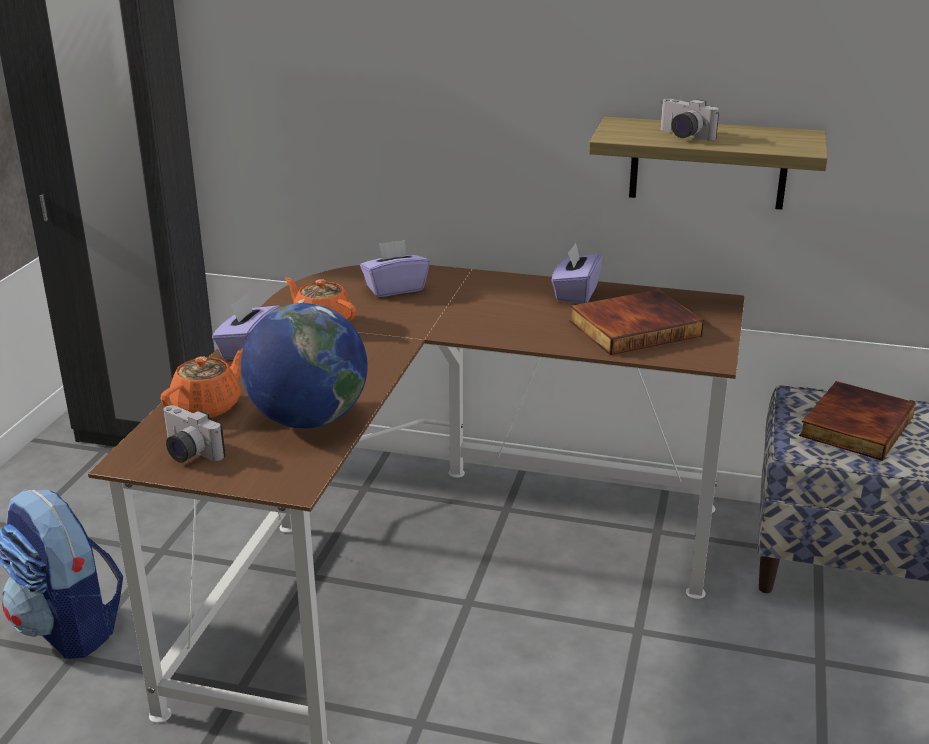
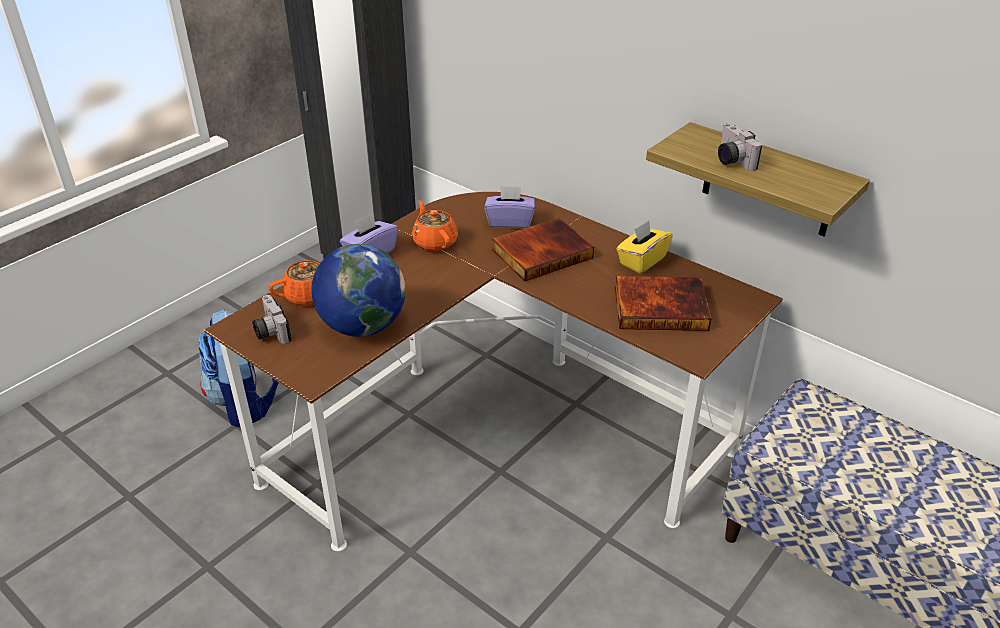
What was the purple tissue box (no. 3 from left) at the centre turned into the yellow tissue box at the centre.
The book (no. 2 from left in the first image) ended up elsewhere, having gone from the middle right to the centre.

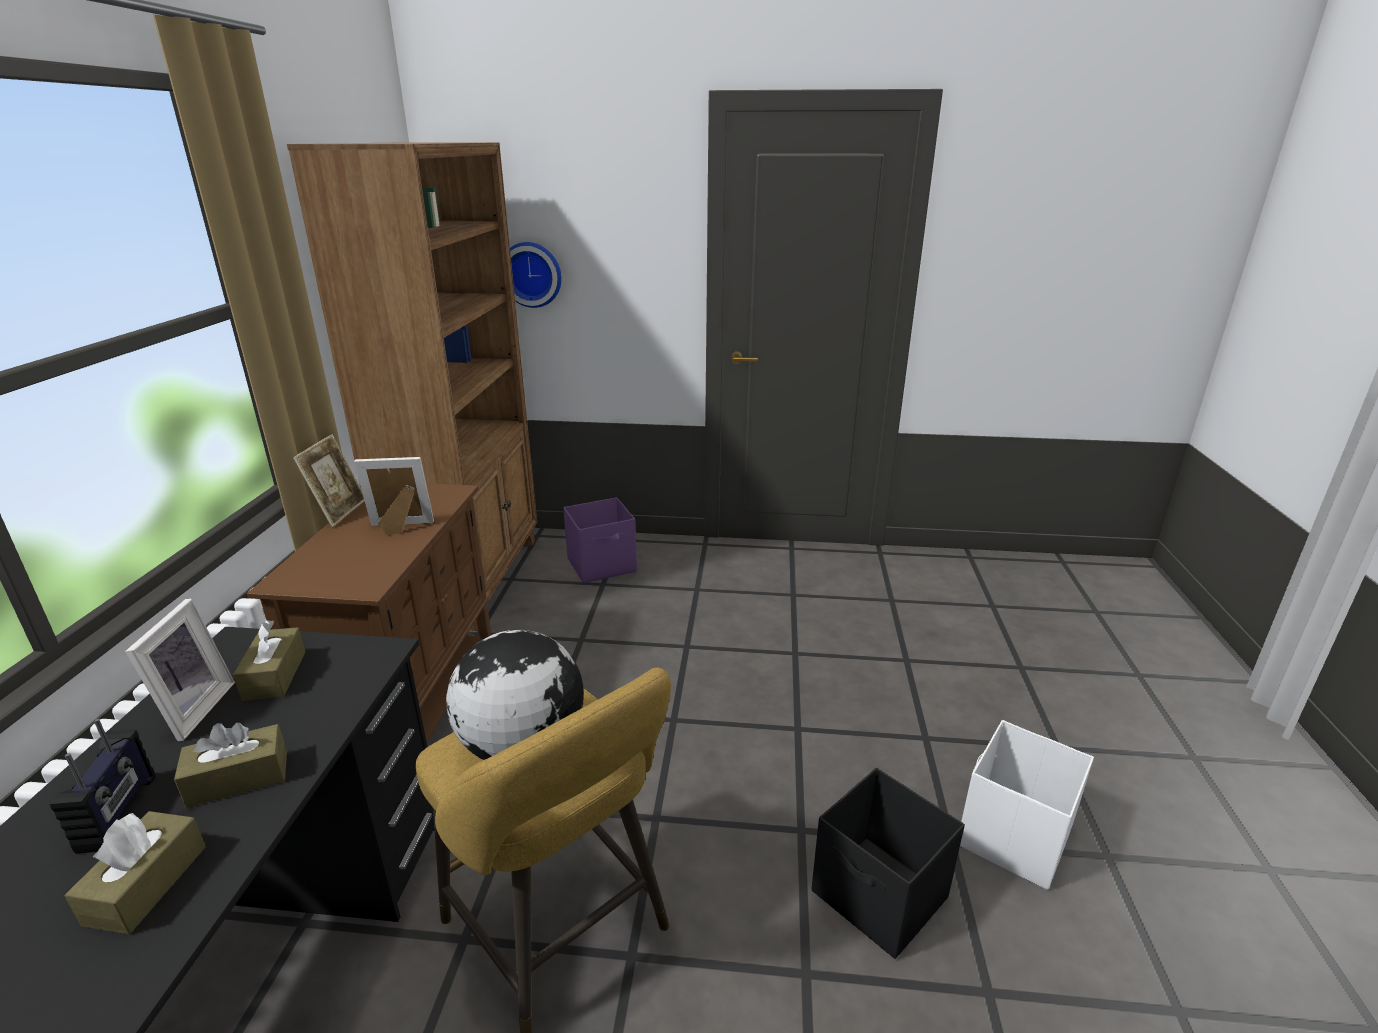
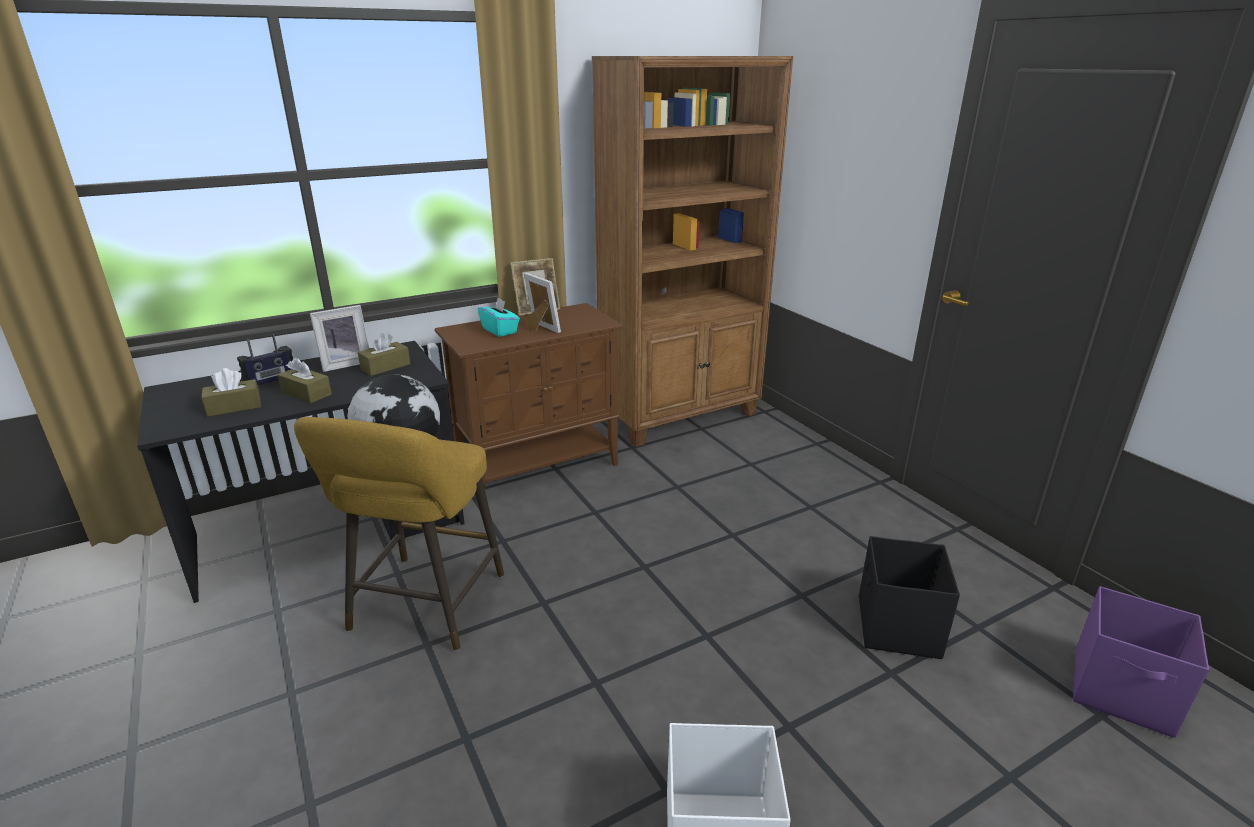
The second view lost the wall clock at the top centre.
The purple storage box ended up elsewhere, having gone from the centre to the bottom right.
The black storage box ended up elsewhere, having gone from the bottom centre to the bottom right.
The second view gained the turquoise tissue box at the centre.

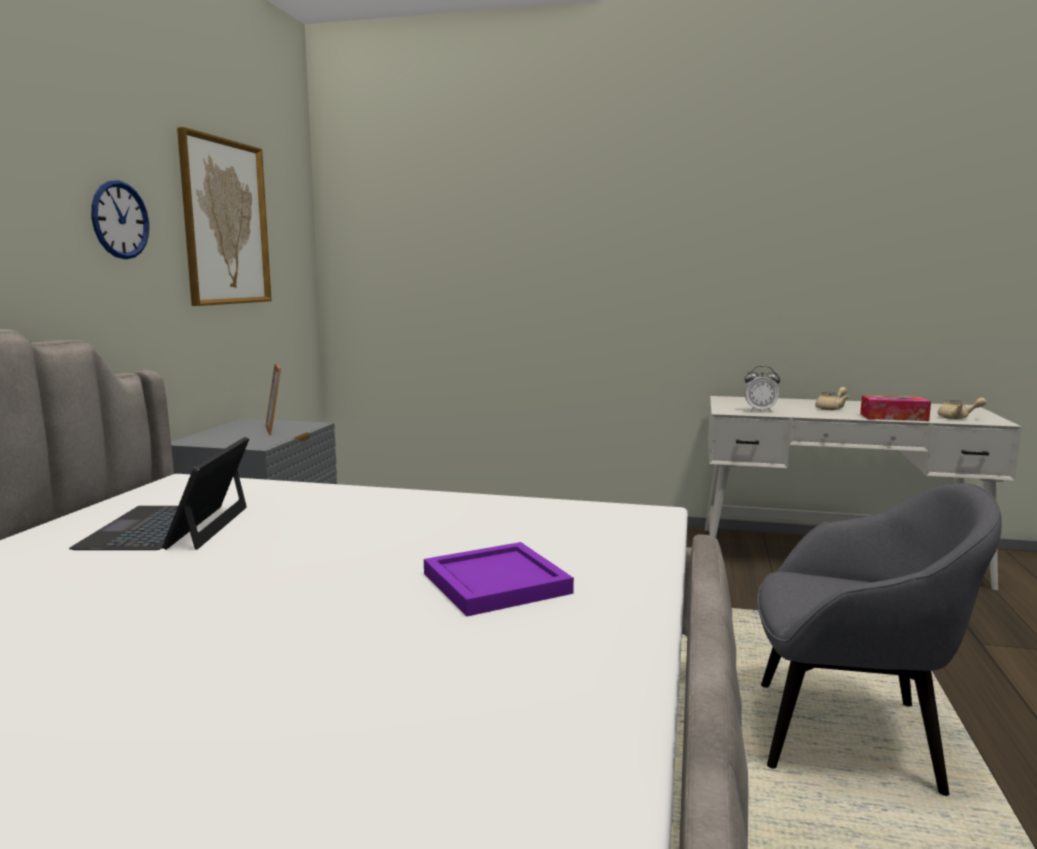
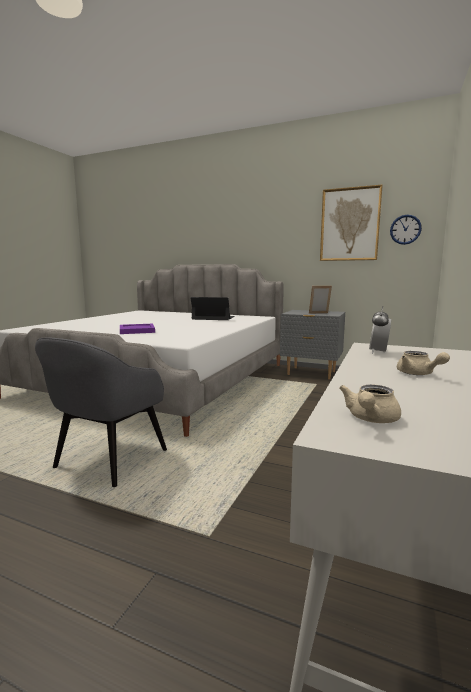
The wall clock ended up elsewhere, having gone from the top left to the top right.
The second view lost the tissue box at the middle right.

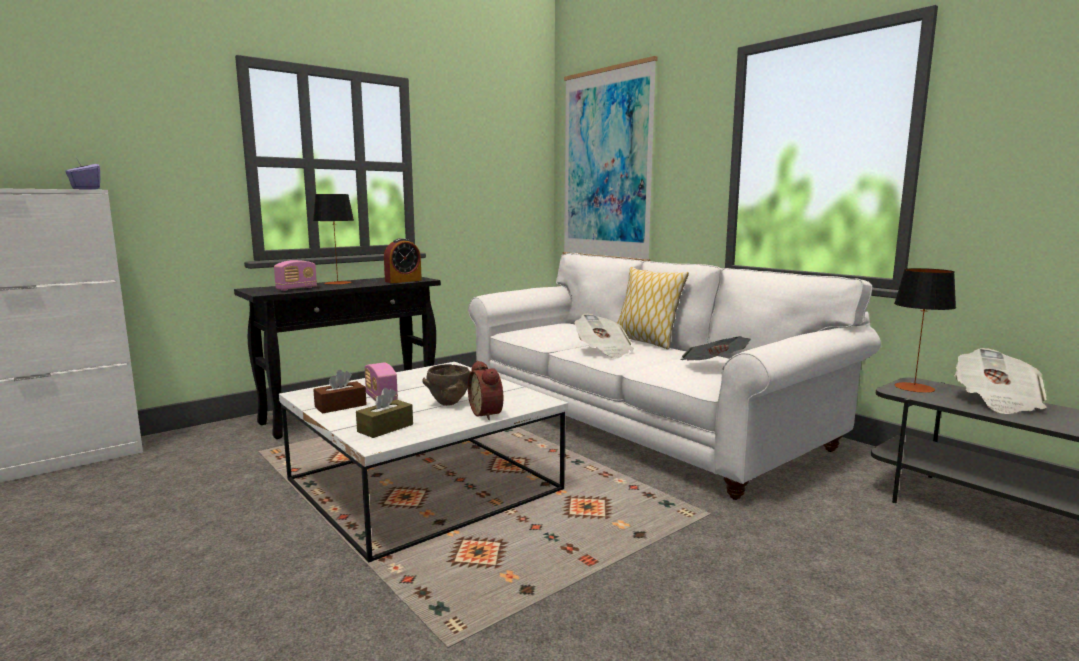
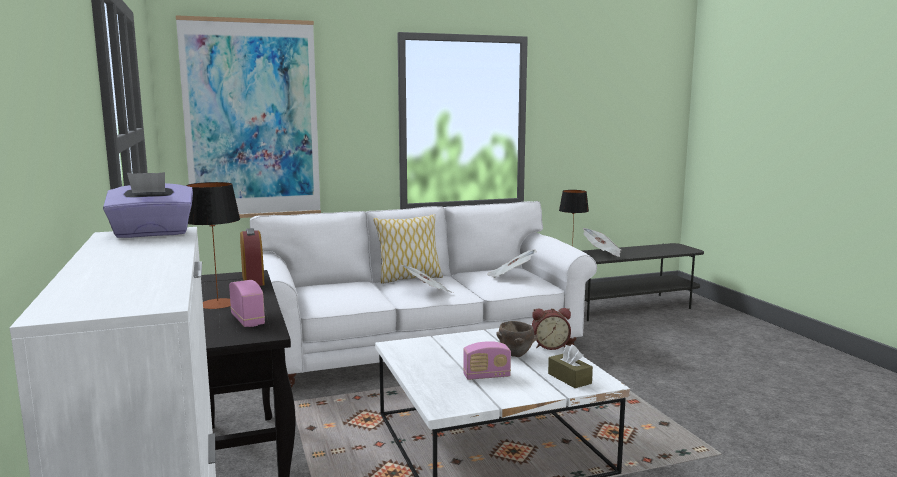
The second view lost the brown tissue box (no. 1 from left) at the middle left.

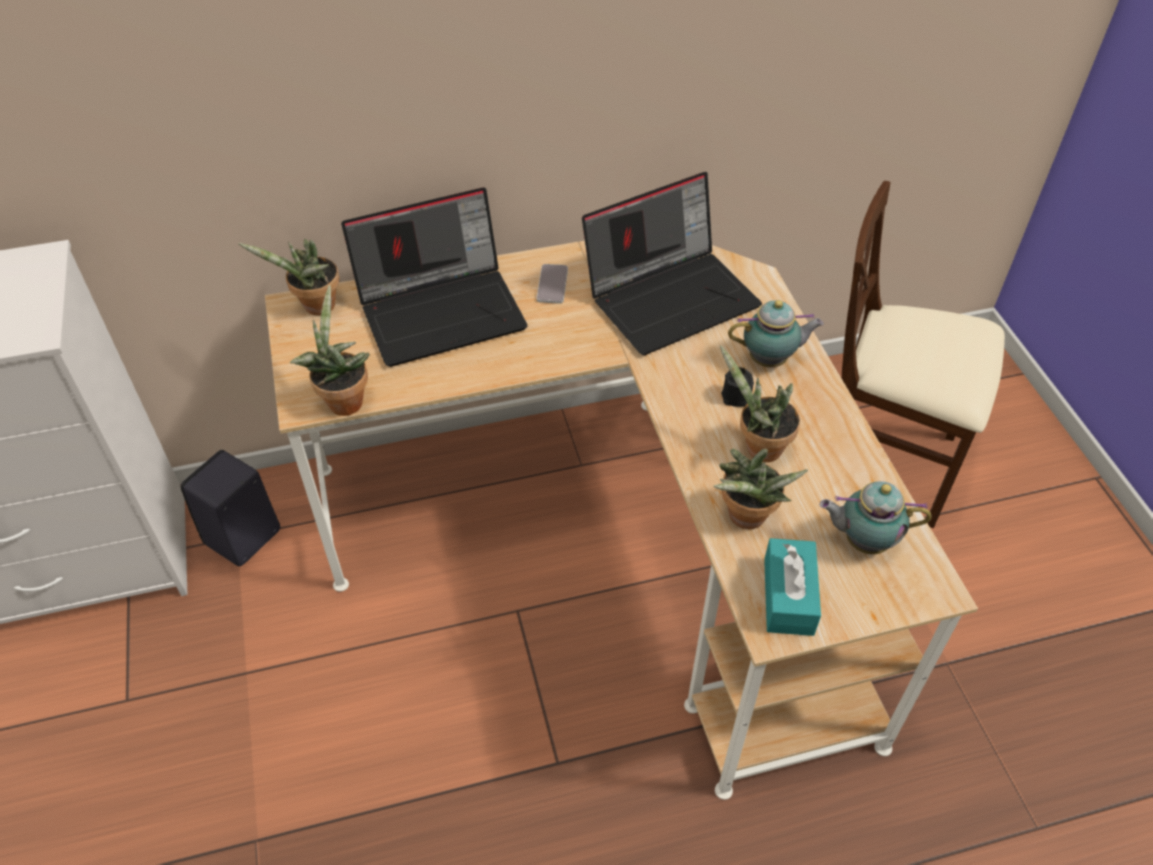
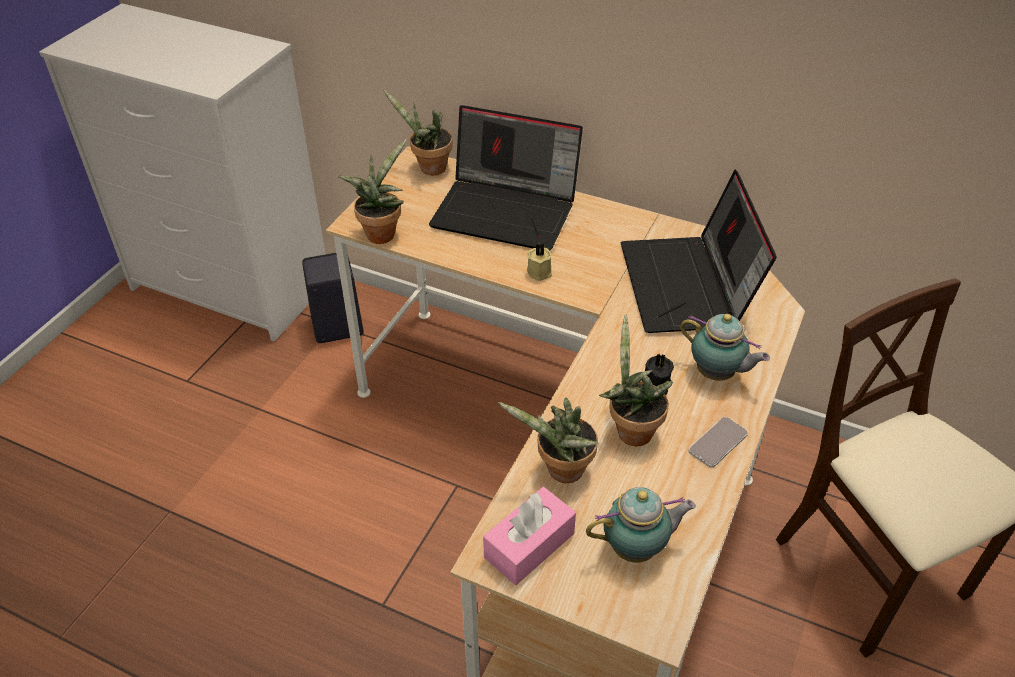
The phone ended up elsewhere, having gone from the top centre to the middle right.
The laptop (no. 2 from left) at the top centre ended up facing another way, 75 degrees clockwise from before.
What was the turquoise tissue box at the bottom right turned into the pink tissue box at the bottom centre.
The teapot (no. 2 from left in the first image) at the middle right ended up facing another way, 120 degrees clockwise from before.
The second view gained the beige candle at the centre.

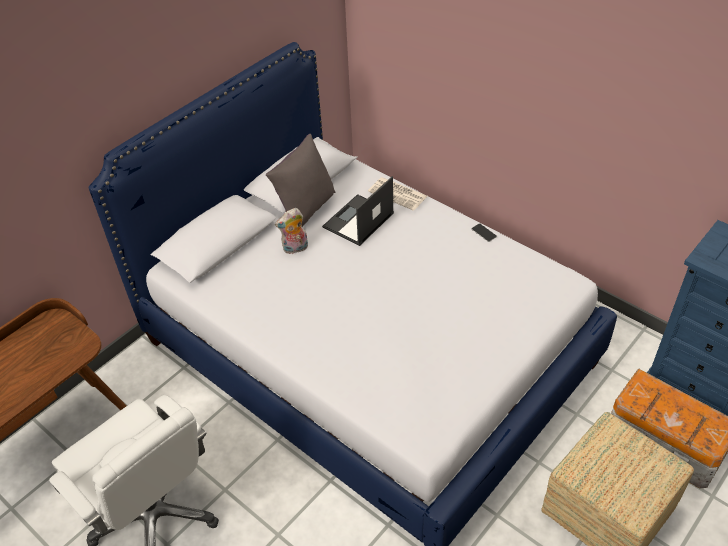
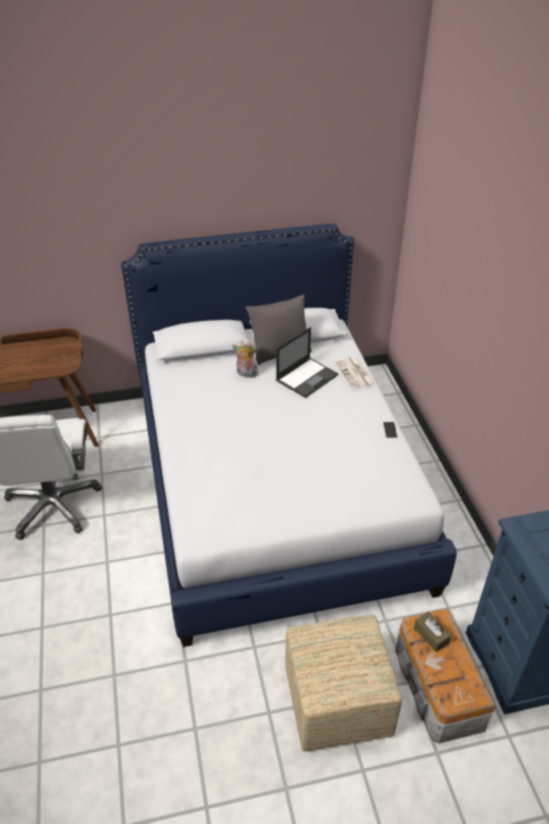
The laptop at the centre ended up facing another way, 150 degrees clockwise from before.
The second view gained the brown tissue box at the bottom right.

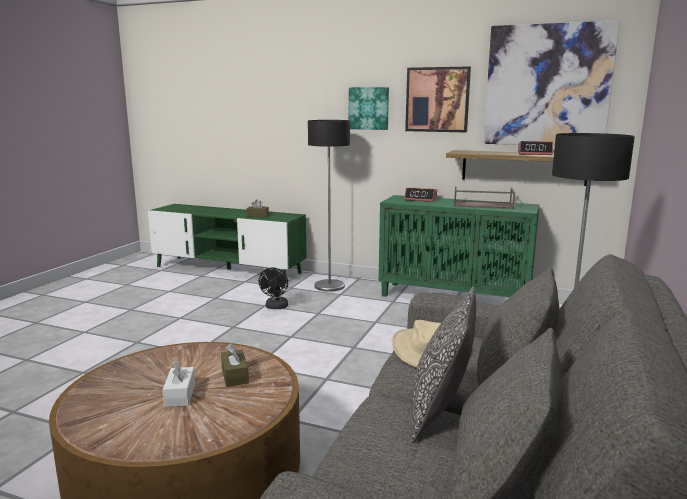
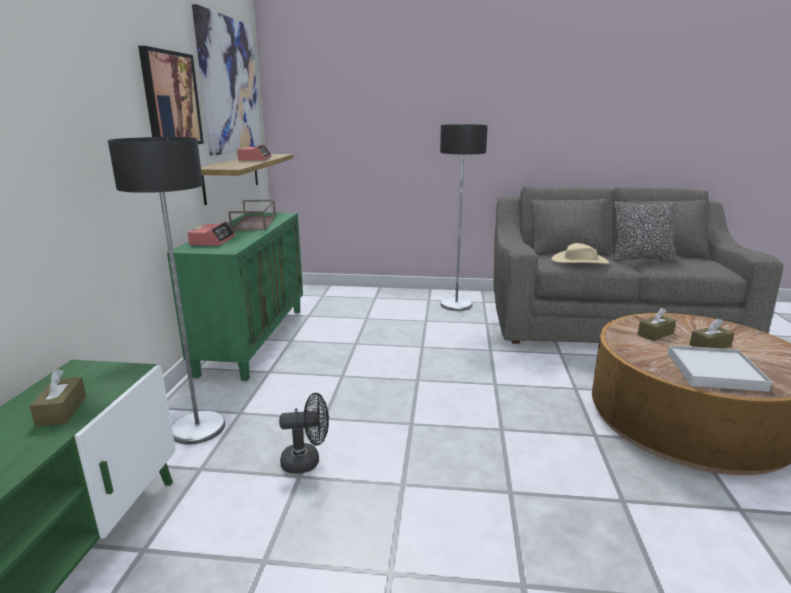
What was the white tissue box at the bottom left turned into the brown tissue box (no. 3 from left) at the middle right.
The second view lost the picture (no. 1 from left) at the top centre.
The second view gained the white tray at the middle right.

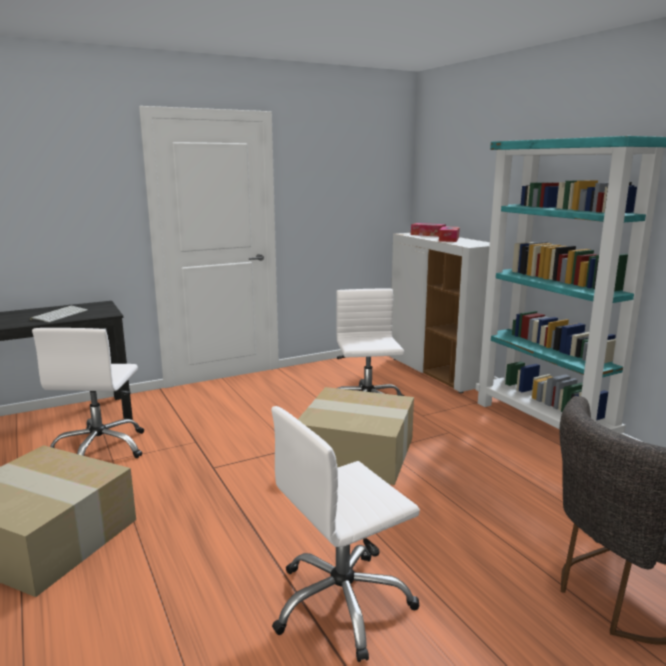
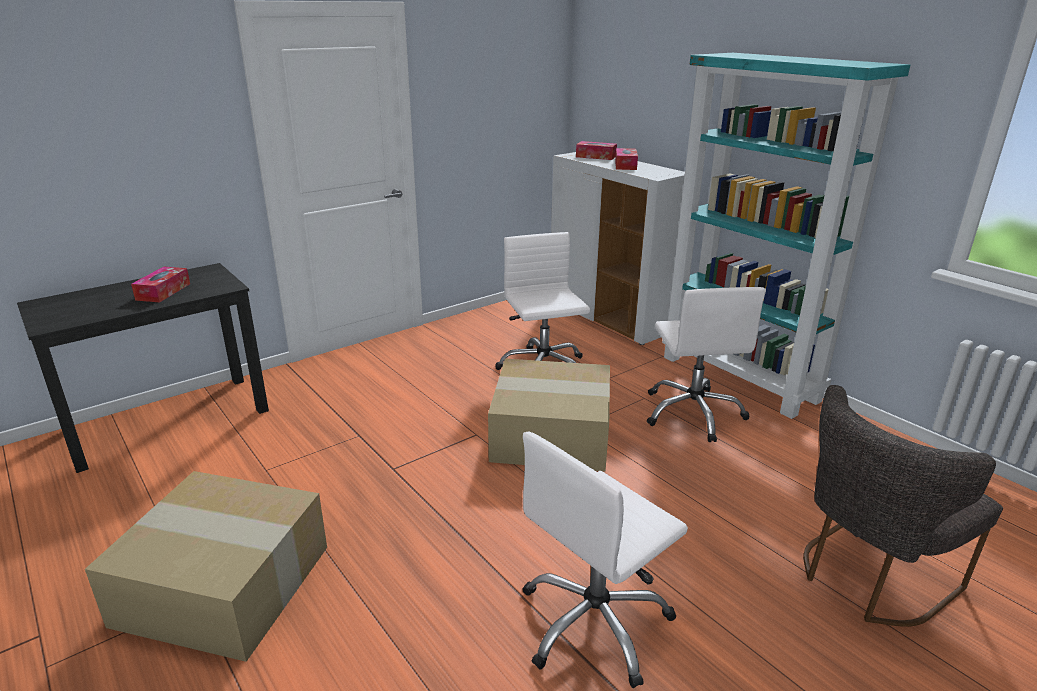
Where the keyboard stood at the middle left, the tissue box (no. 1 from left) came to stand at the middle left.
The white office chair (no. 1 from left in the first image) ended up elsewhere, having gone from the middle left to the middle right.

